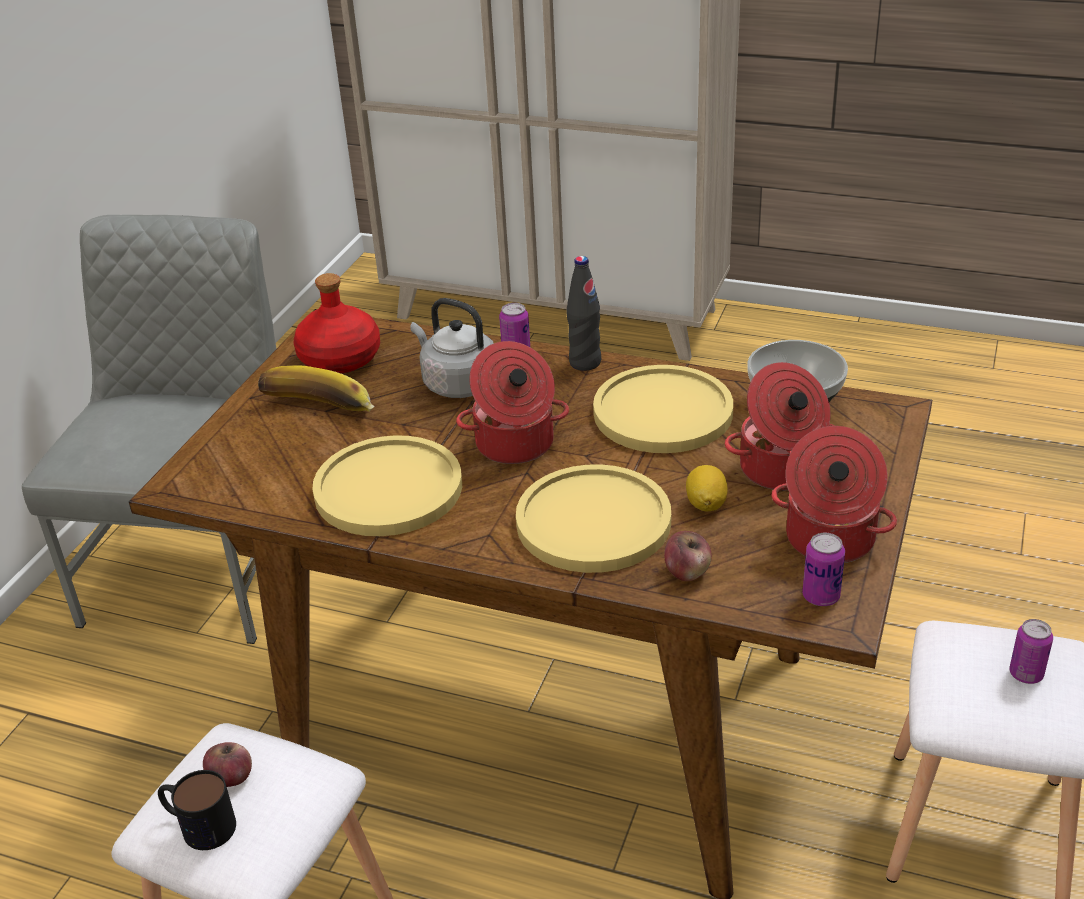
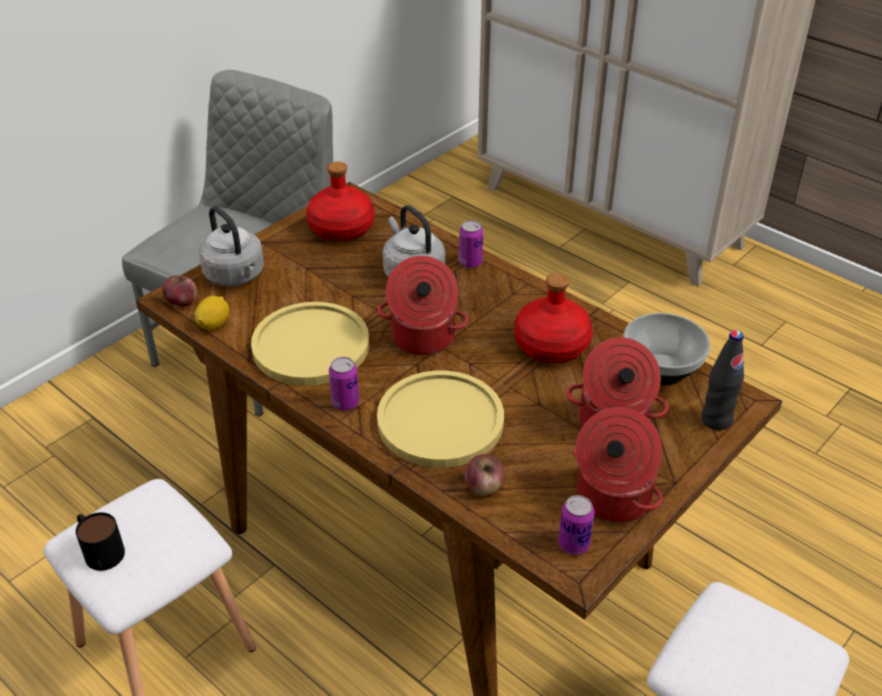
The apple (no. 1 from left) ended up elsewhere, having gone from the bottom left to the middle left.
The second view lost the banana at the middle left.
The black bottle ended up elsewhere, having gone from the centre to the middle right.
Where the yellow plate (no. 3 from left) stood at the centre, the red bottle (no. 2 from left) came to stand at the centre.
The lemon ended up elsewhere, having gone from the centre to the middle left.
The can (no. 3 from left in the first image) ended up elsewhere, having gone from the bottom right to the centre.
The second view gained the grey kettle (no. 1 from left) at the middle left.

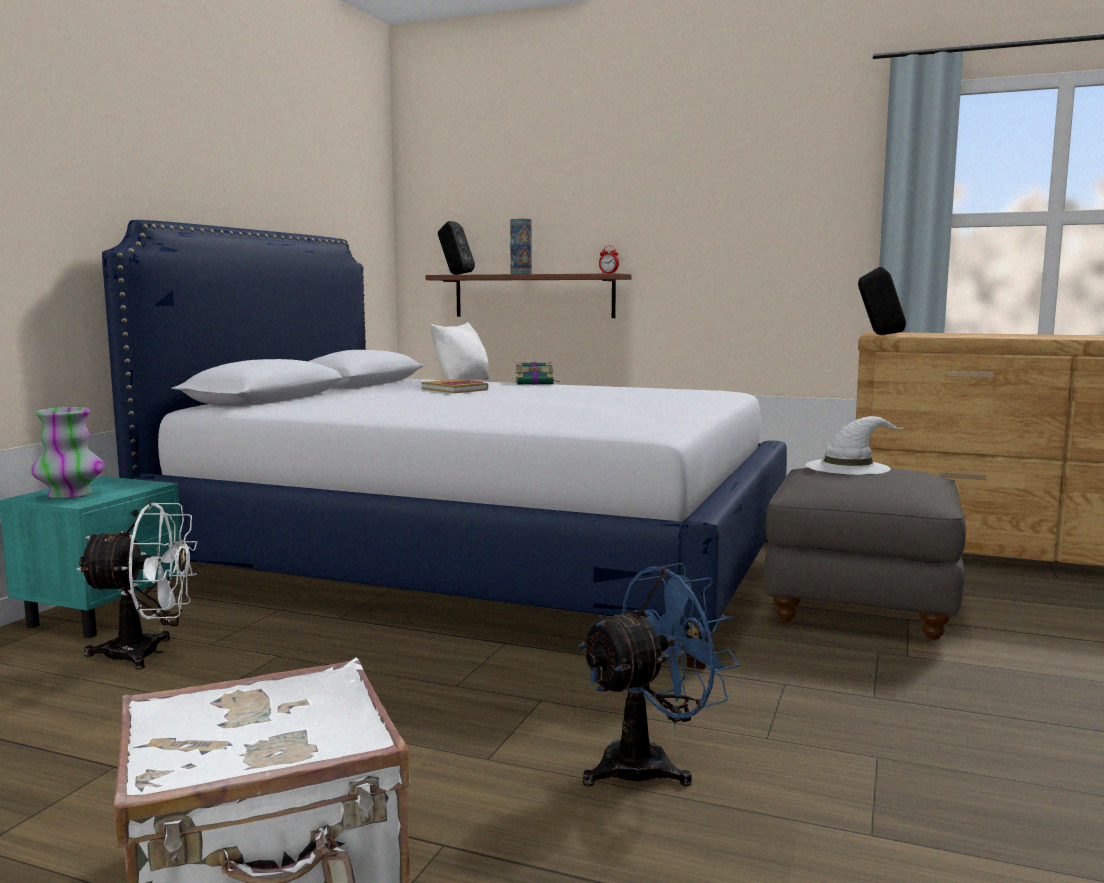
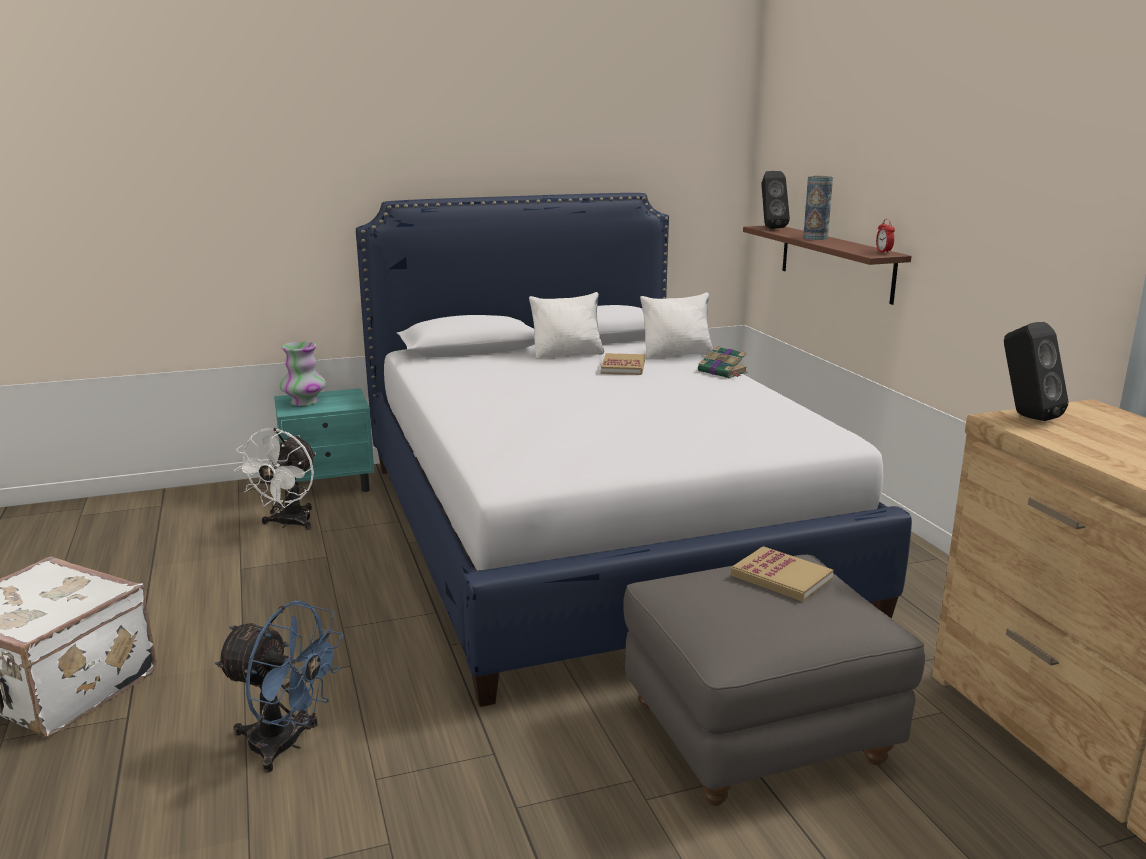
The white fan at the middle left ended up facing another way, 60 degrees clockwise from before.
Where the white hat stood at the middle right, the book (no. 3 from left) came to stand at the bottom right.
The second view gained the white pillow (no. 1 from left) at the centre.

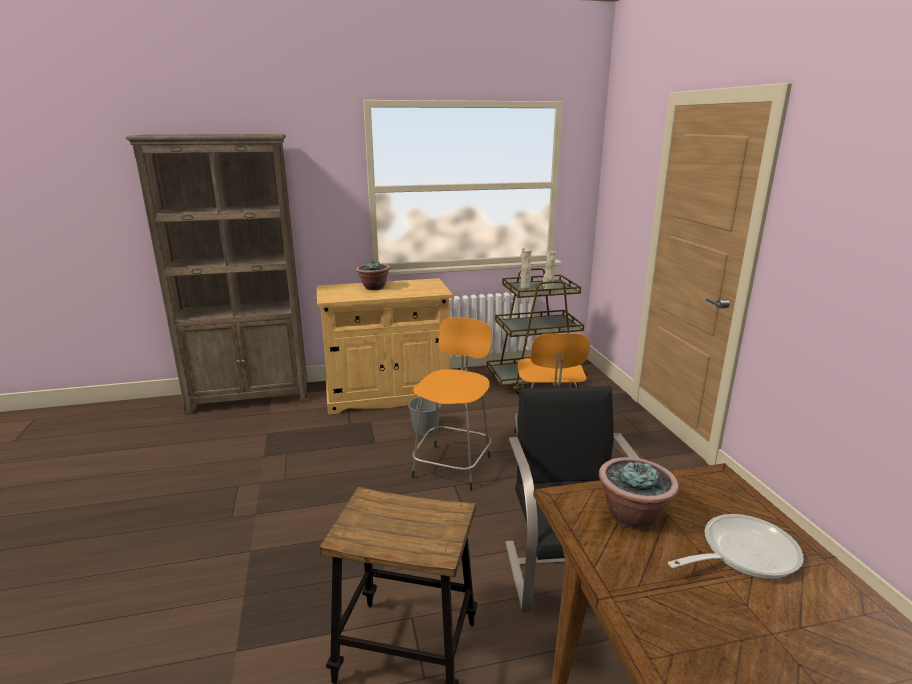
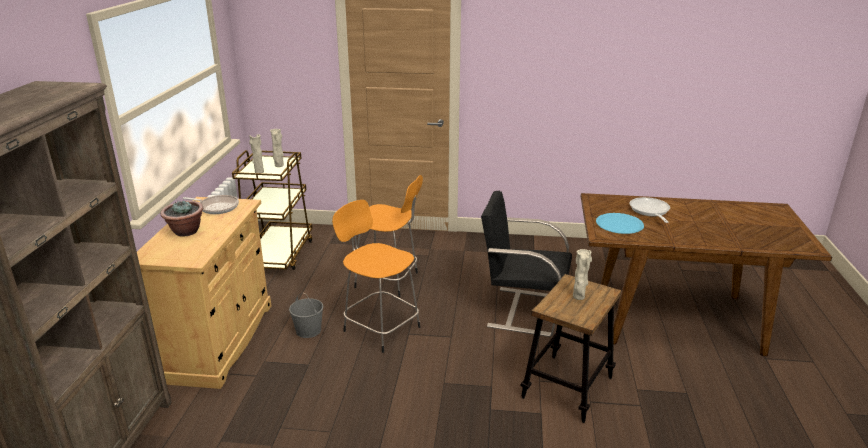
Where the potted plant (no. 2 from left) stood at the bottom right, the blue plate came to stand at the middle right.
The second view gained the frying pan (no. 1 from left) at the middle left.
The second view gained the beige vase (no. 3 from left) at the middle right.

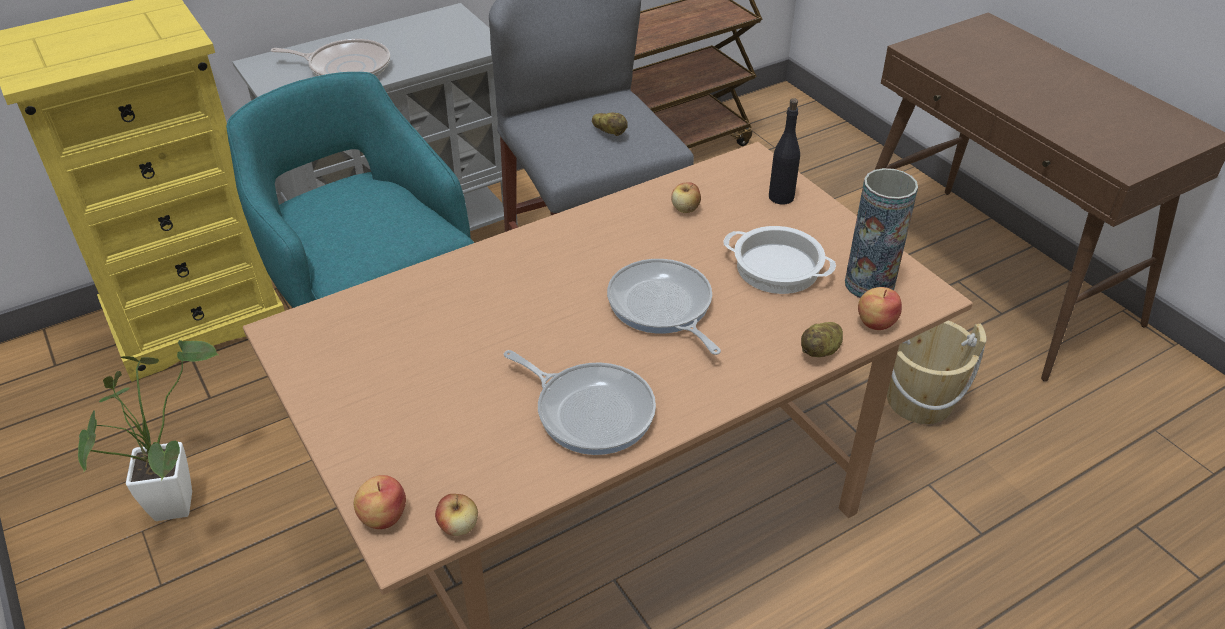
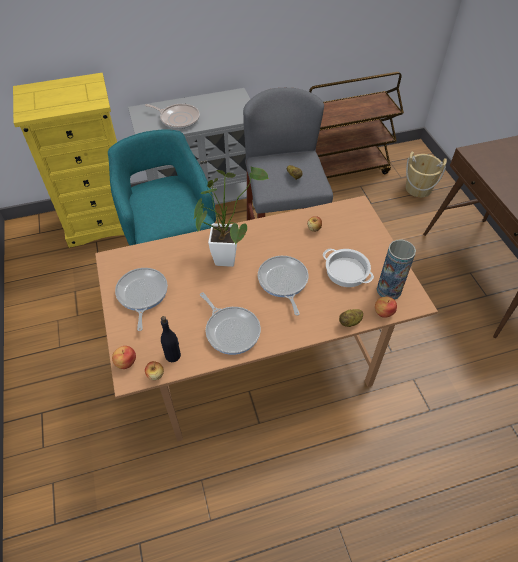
The potted plant ended up elsewhere, having gone from the bottom left to the centre.
The black bottle ended up elsewhere, having gone from the top centre to the middle left.
The beige bucket ended up elsewhere, having gone from the middle right to the top right.
The second view gained the frying pan (no. 1 from left) at the middle left.

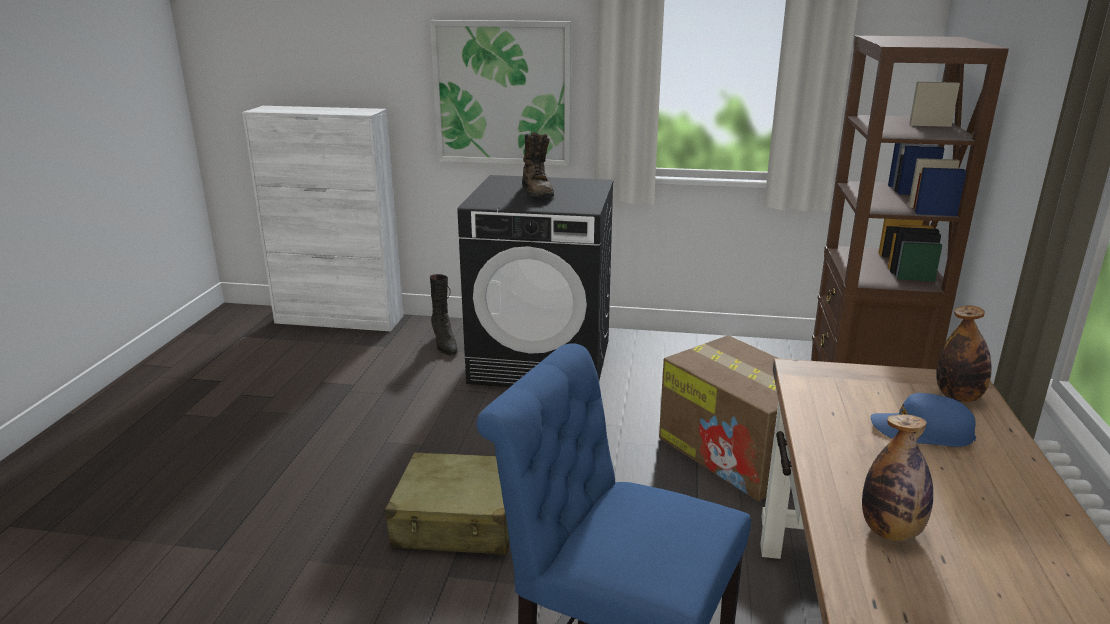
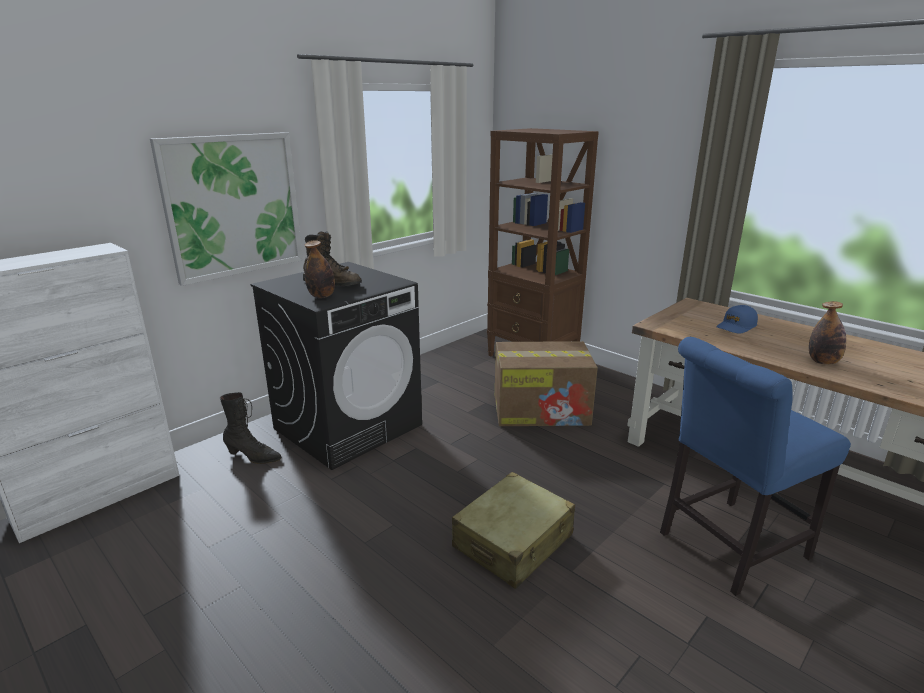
The bottle (no. 2 from left in the first image) ended up elsewhere, having gone from the middle right to the centre.

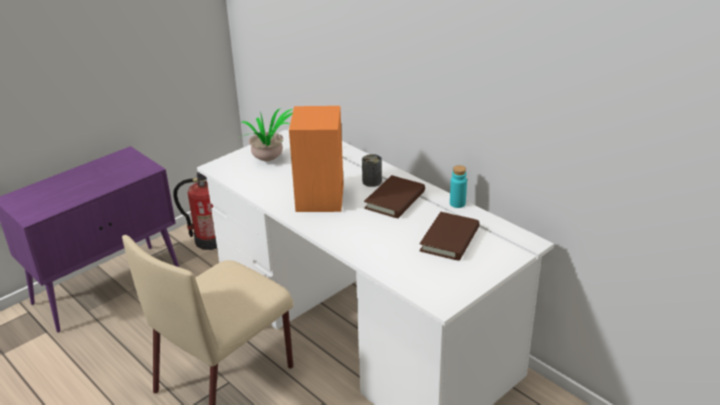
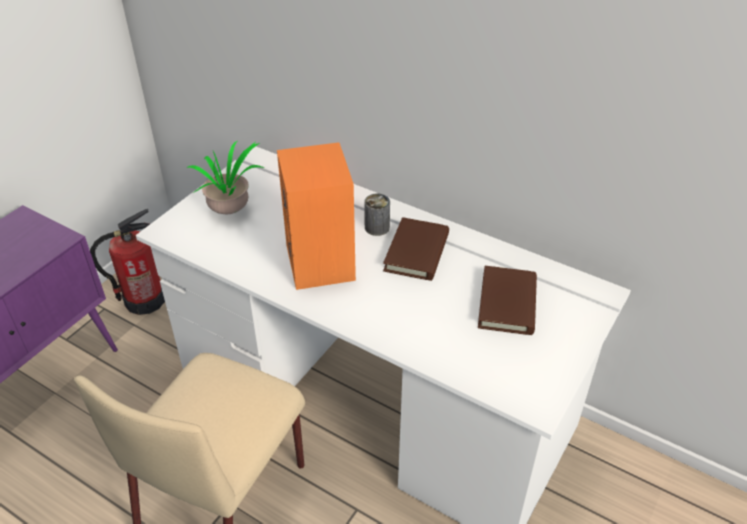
The second view lost the turquoise bottle at the centre.

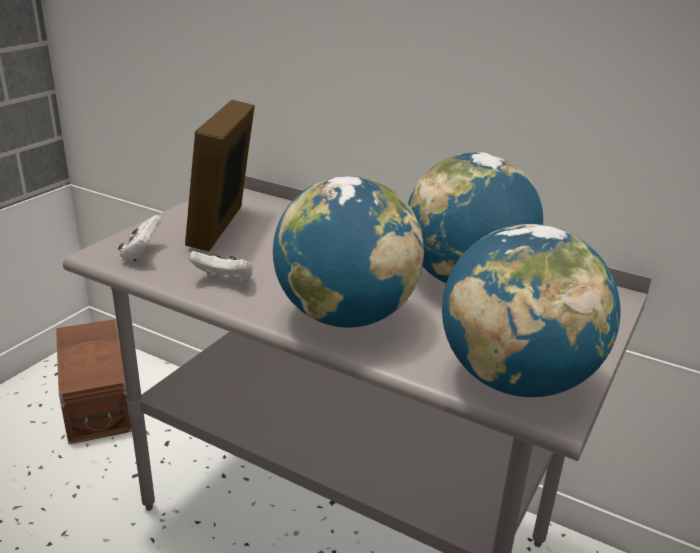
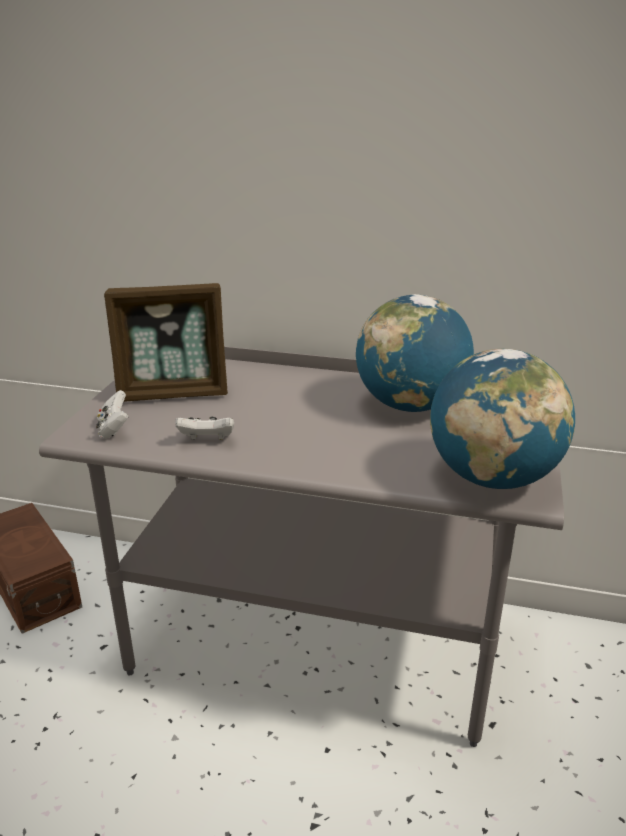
The picture frame at the top left ended up facing another way, 90 degrees counterclockwise from before.
The second view lost the globe (no. 1 from left) at the centre.

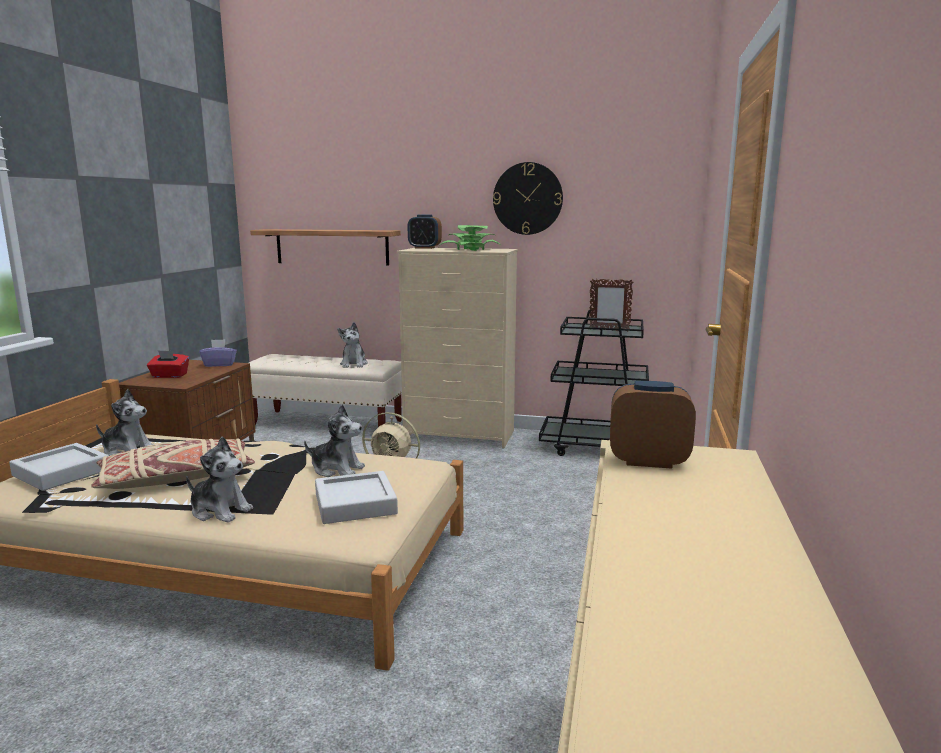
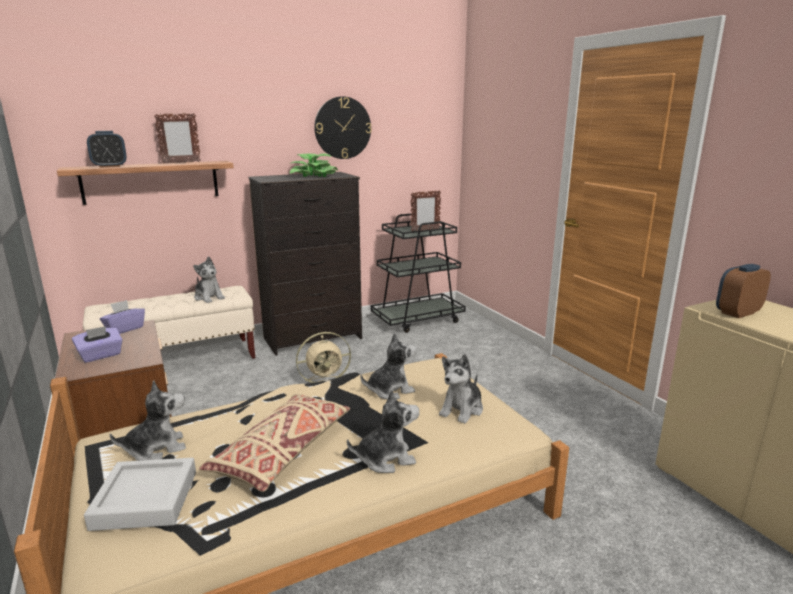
What was the red tissue box at the middle left turned into the purple tissue box (no. 1 from left) at the middle left.
Where the grey tray (no. 2 from left) stood at the centre, the plush toy (no. 5 from left) came to stand at the centre.
What was the beige dresser at the centre turned into the black dresser at the centre.
The alarm clock (no. 1 from left) ended up elsewhere, having gone from the top centre to the top left.
The second view gained the picture frame (no. 1 from left) at the top left.

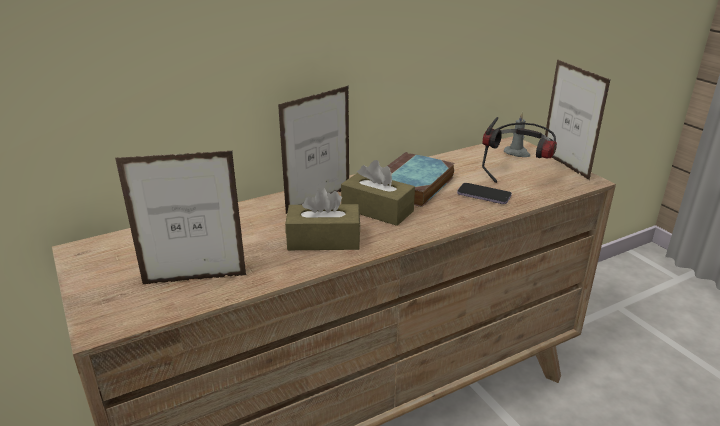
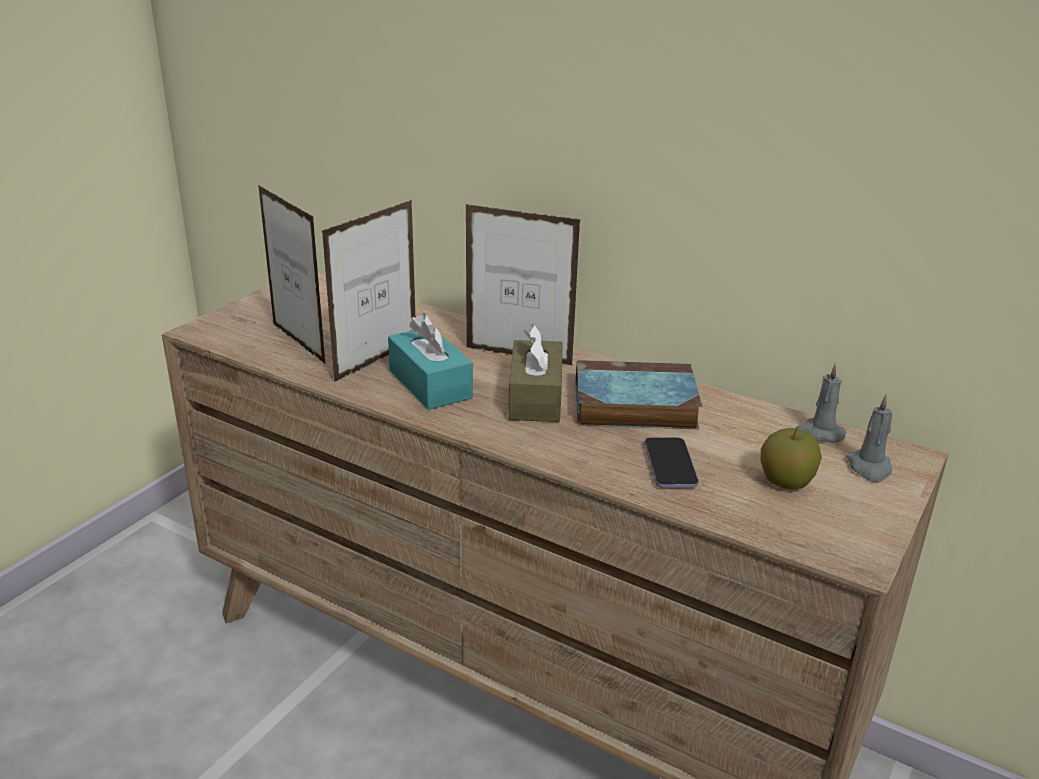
What was the brown tissue box (no. 1 from left) at the centre turned into the turquoise tissue box at the centre.
Where the headphones stood at the middle right, the apple came to stand at the middle right.
The picture frame (no. 3 from left in the first image) ended up elsewhere, having gone from the top right to the centre.
The second view gained the grey candle (no. 1 from left) at the middle right.

